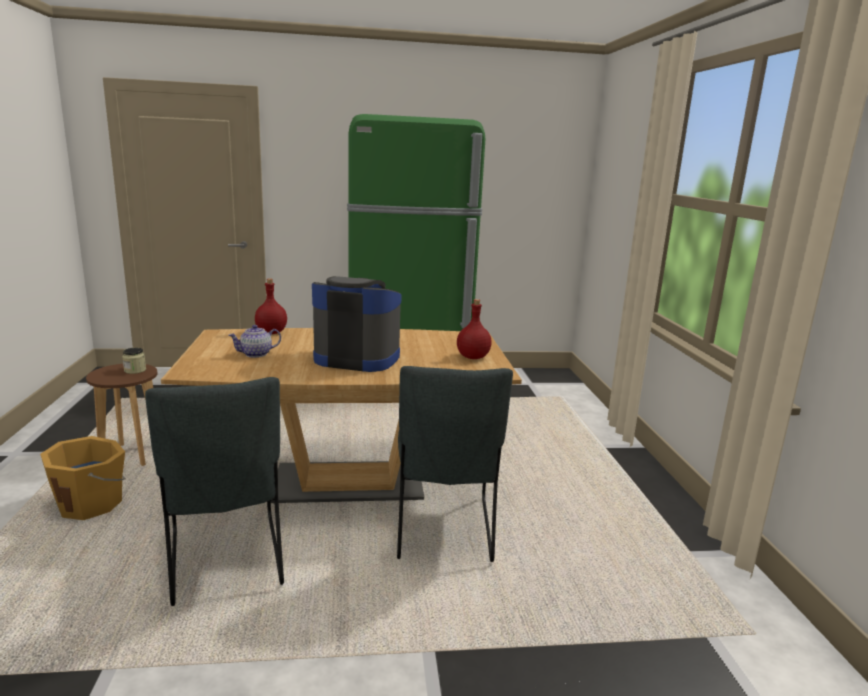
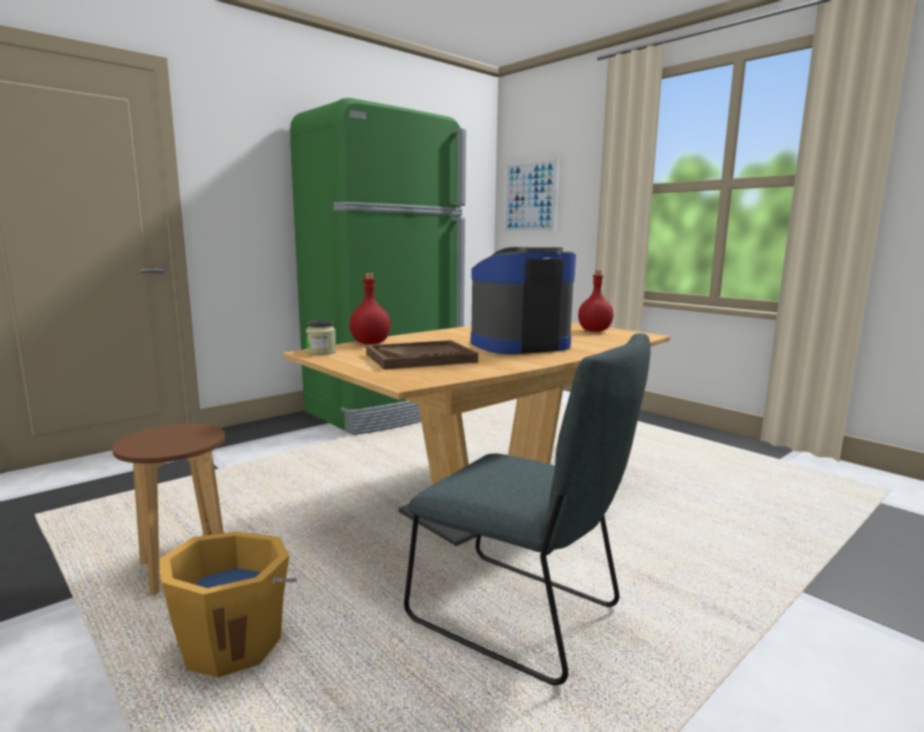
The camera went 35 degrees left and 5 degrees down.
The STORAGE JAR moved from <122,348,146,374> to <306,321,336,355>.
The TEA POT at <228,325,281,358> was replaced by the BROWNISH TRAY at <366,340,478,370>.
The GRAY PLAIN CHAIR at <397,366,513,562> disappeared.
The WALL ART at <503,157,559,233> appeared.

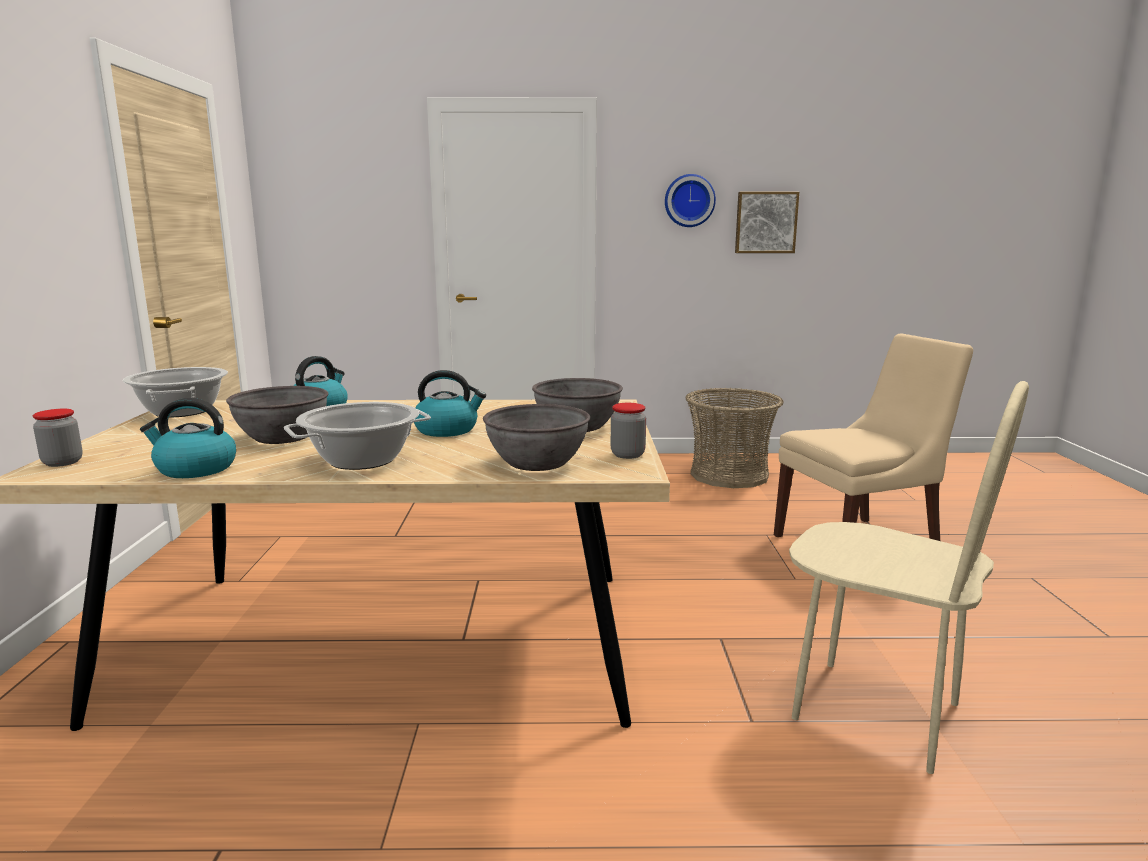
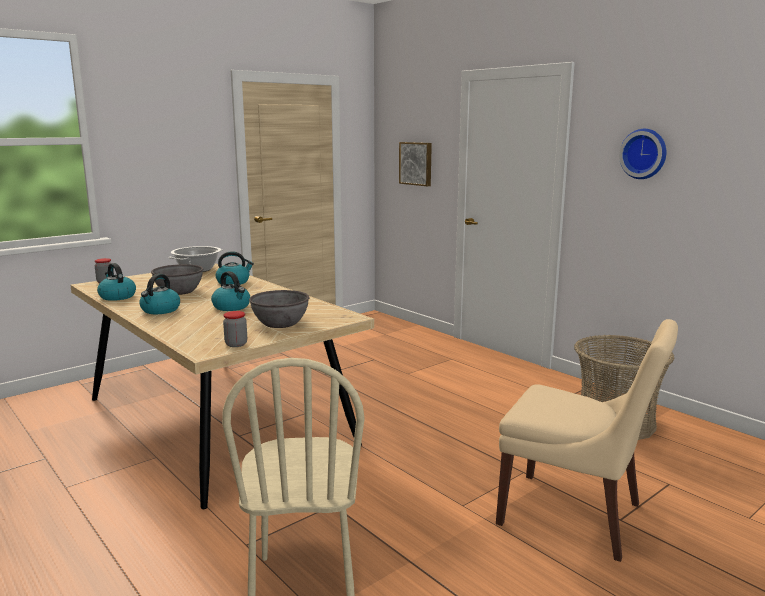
The camera went 50 degrees right and 0 degrees up.
The SAUCEPOT at <284,402,431,470> was replaced by the WATER KETTLE at <140,274,180,314>.
The GRAY SERVING BOWL at <483,404,590,471> disappeared.
The WALL ART moved from <735,192,799,253> to <399,142,432,186>.

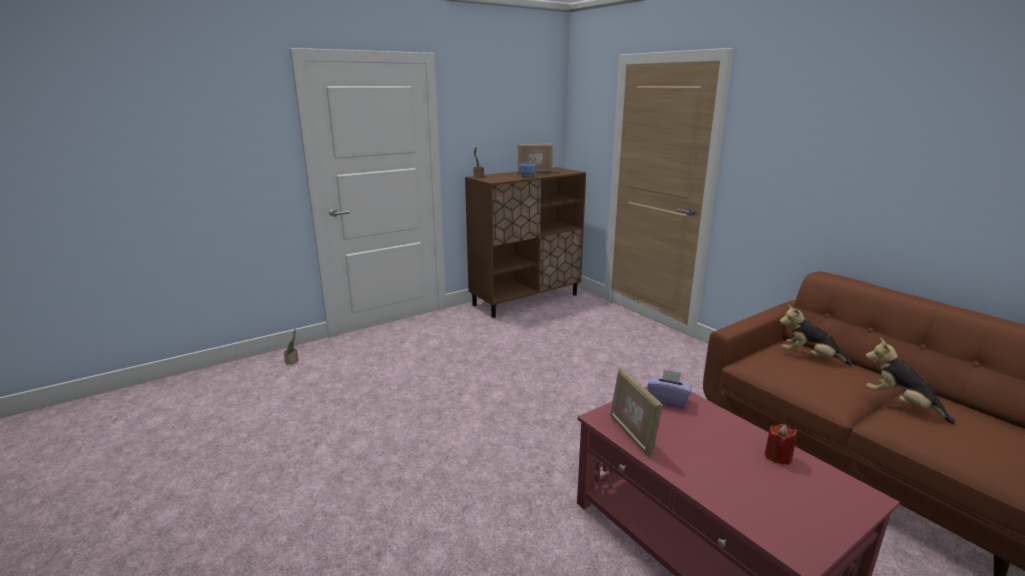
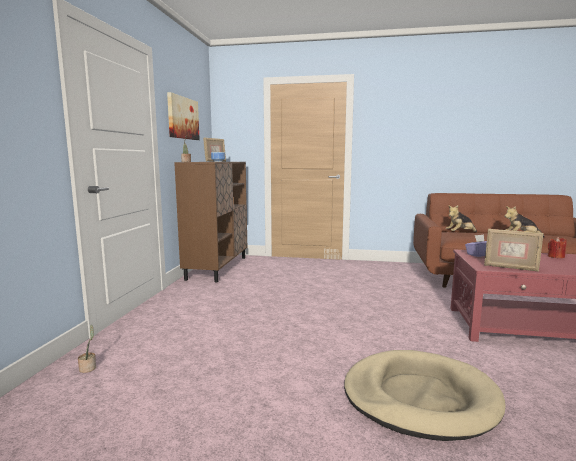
The camera went 45 degrees left and 10 degrees down.
The WALL ART at <167,92,200,140> appeared.
The BEIGE PET BED at <344,350,506,441> appeared.

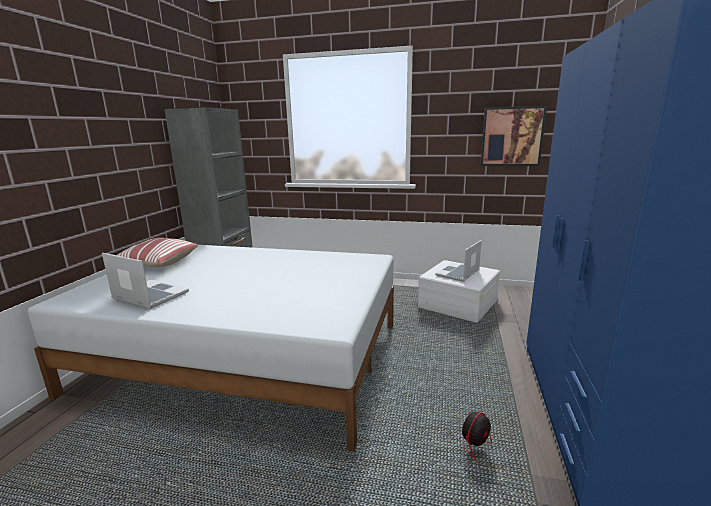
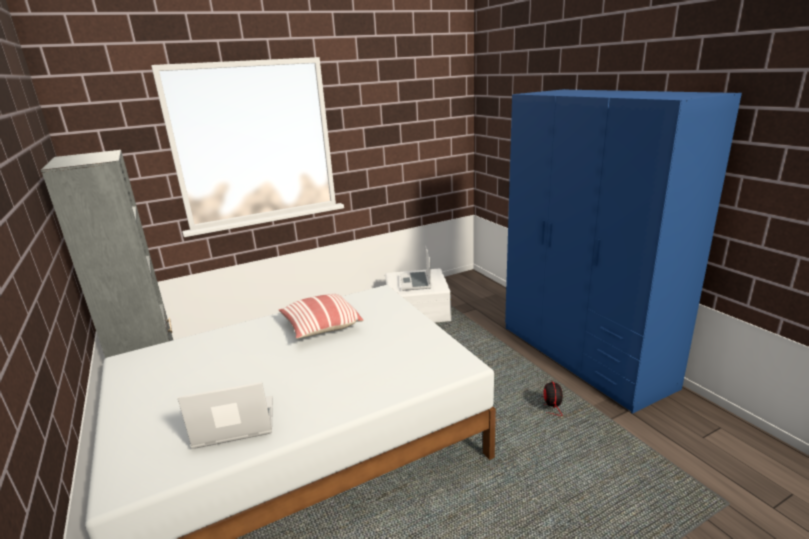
The camera went 40 degrees left and 5 degrees up.
The THROW PILLOW moved from <117,238,198,267> to <279,294,363,339>.
The WALL ART at <480,106,547,166> disappeared.

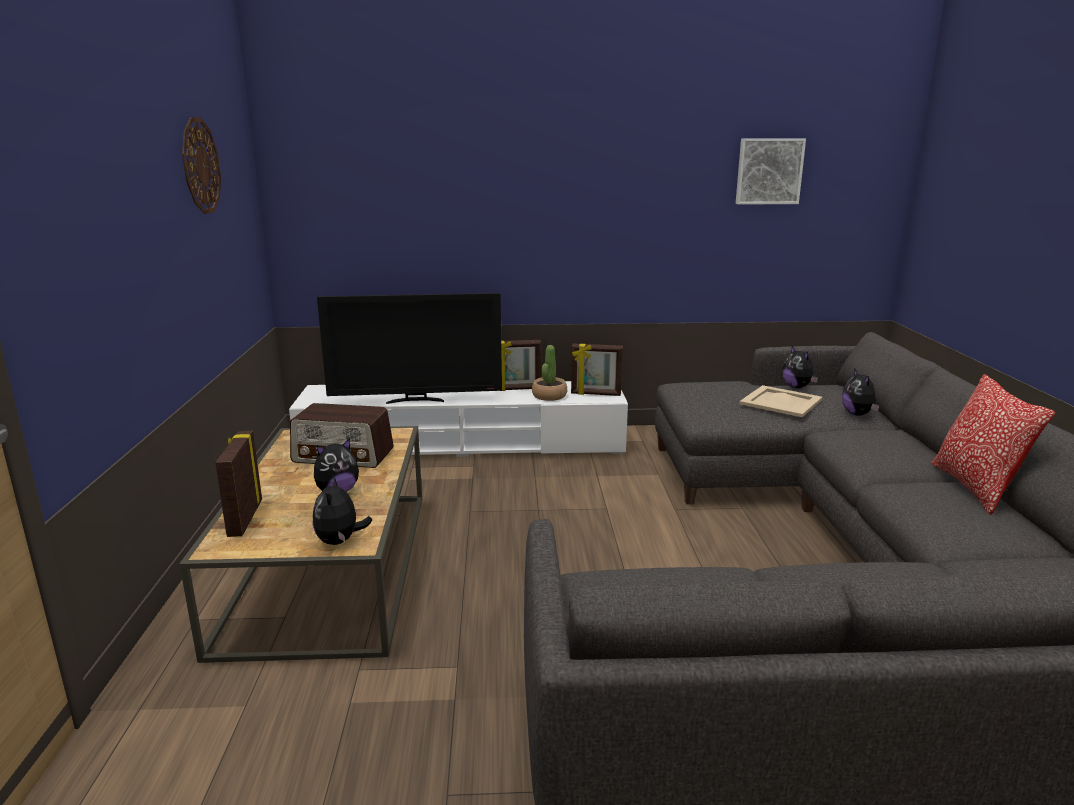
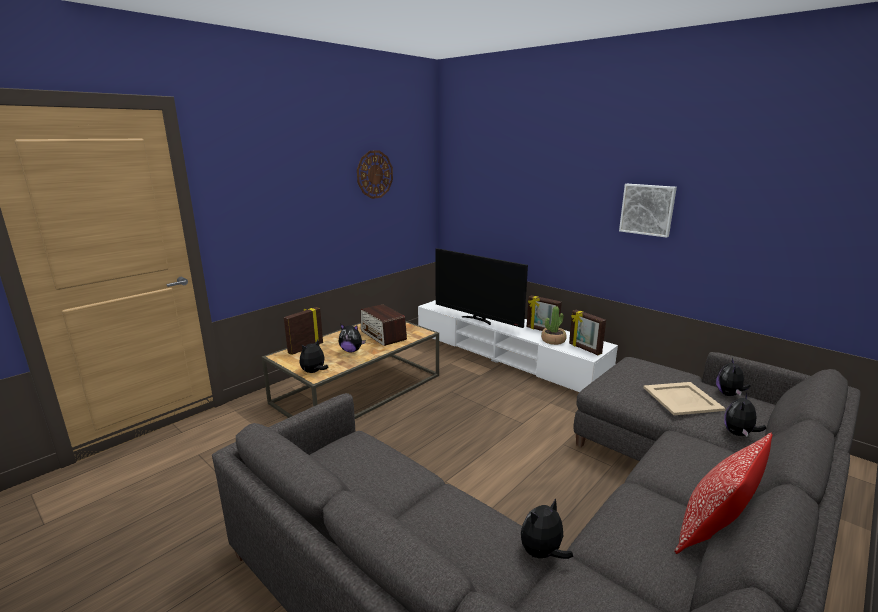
The camera went 45 degrees right and 0 degrees up.
The WALL ART moved from <736,139,806,204> to <619,184,677,238>.
The SOFT TOY at <521,498,573,561> appeared.

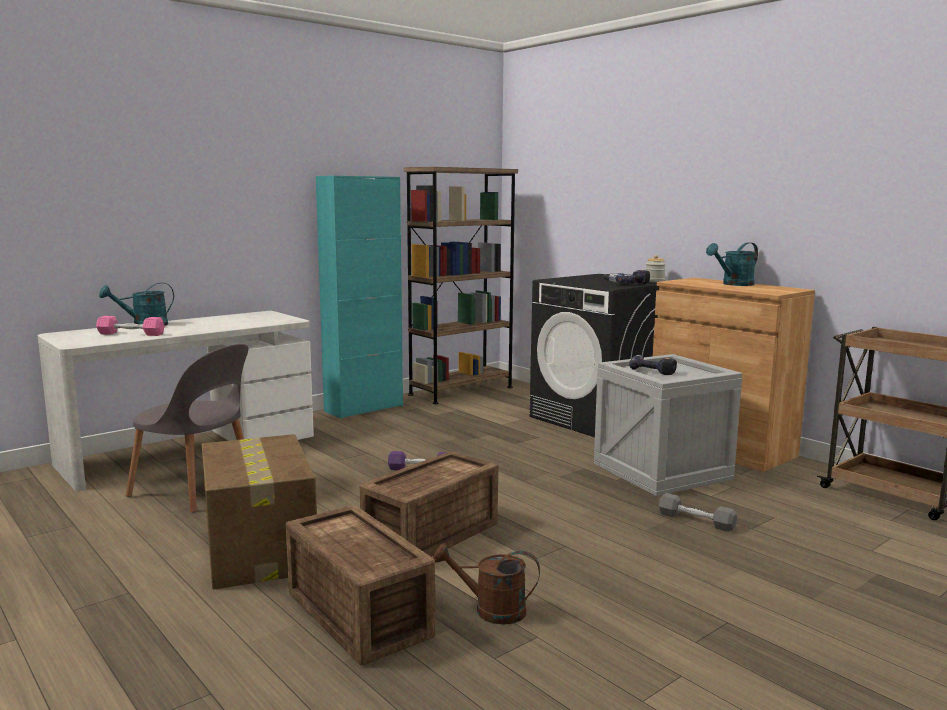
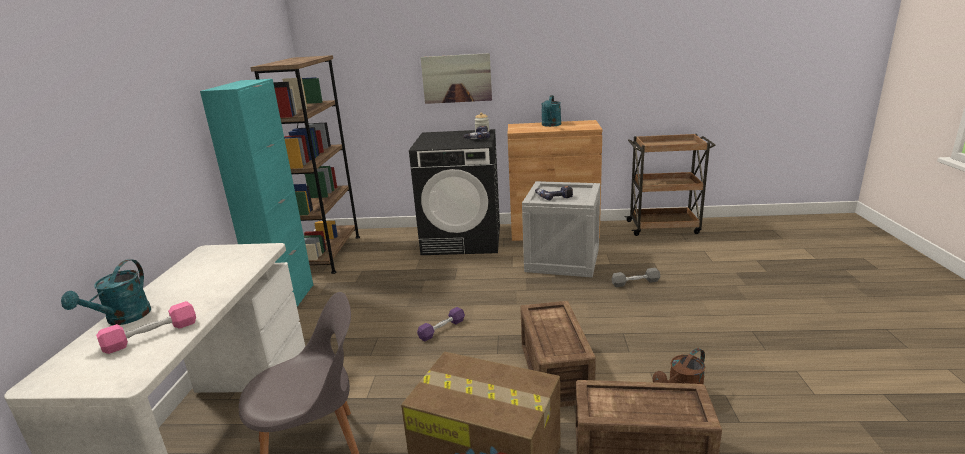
The camera went 45 degrees left and 10 degrees up.
The WALL ART at <421,53,492,104> appeared.

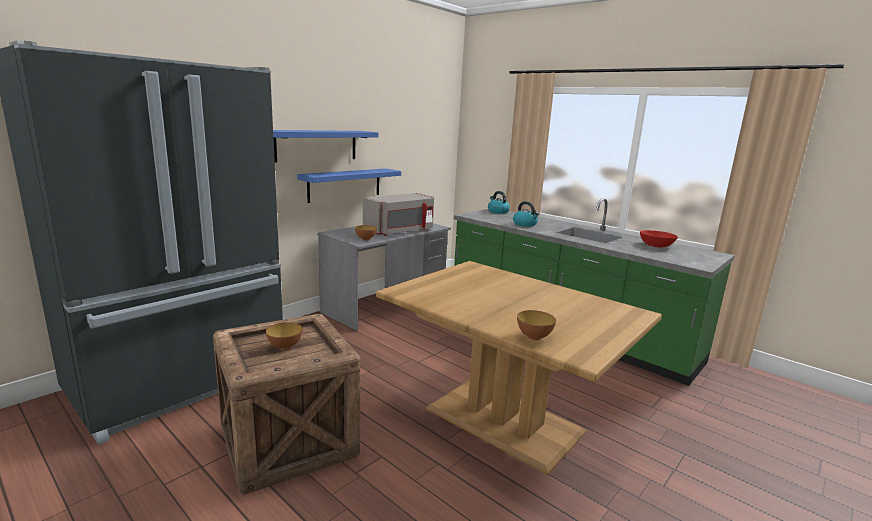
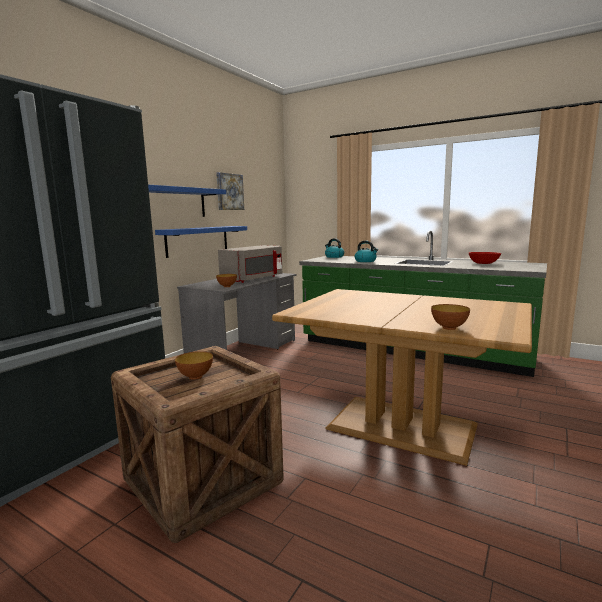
The camera went 10 degrees left and 5 degrees down.
The WALL ART at <216,172,244,210> appeared.

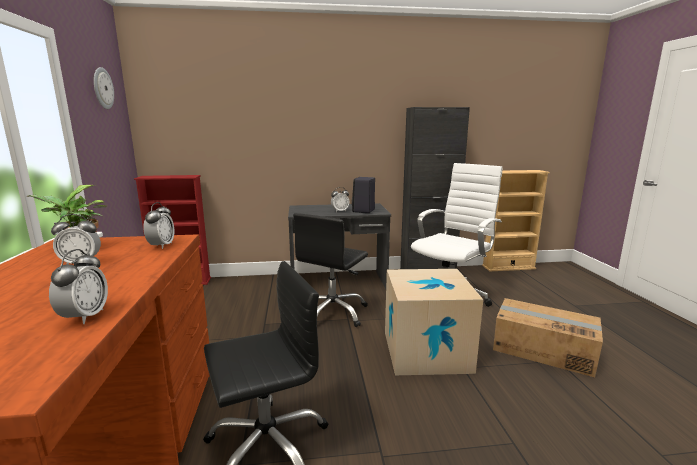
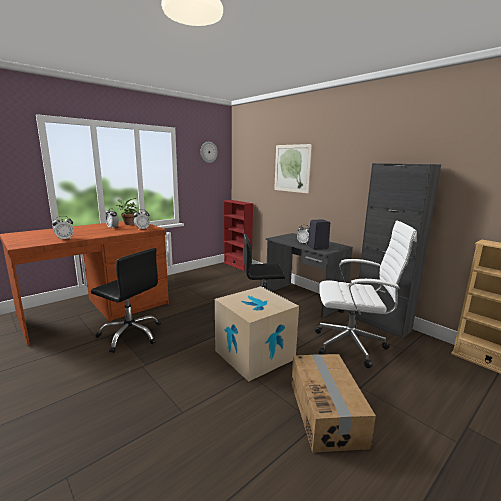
The camera went 55 degrees right and 0 degrees up.
The WALL ART at <274,144,312,193> appeared.

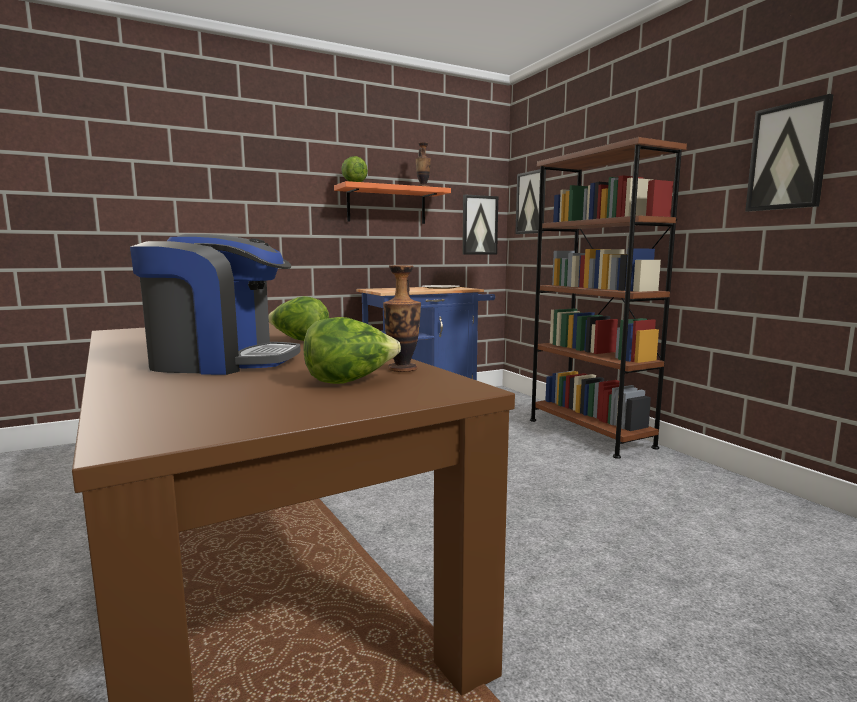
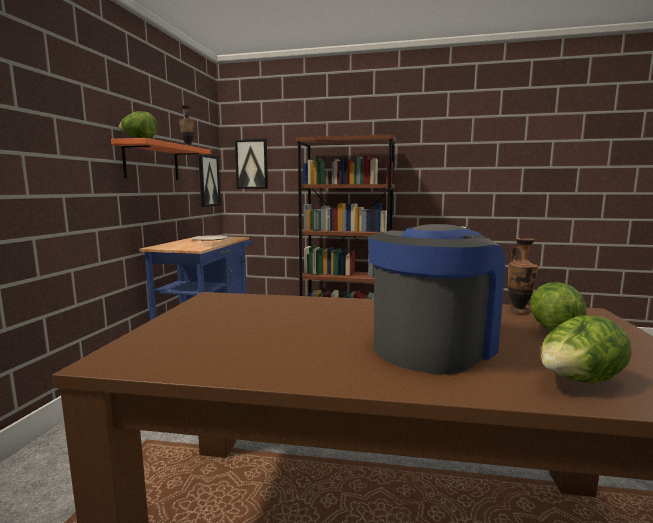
The camera went 50 degrees left and 0 degrees up.
The HEAD OF LETTUCE moved from <268,296,329,341> to <541,315,632,384>.
The WALL ART at <745,94,834,212> disappeared.

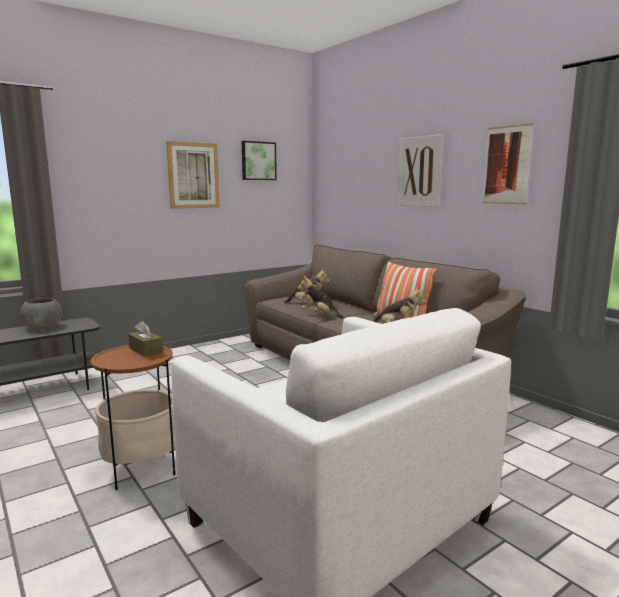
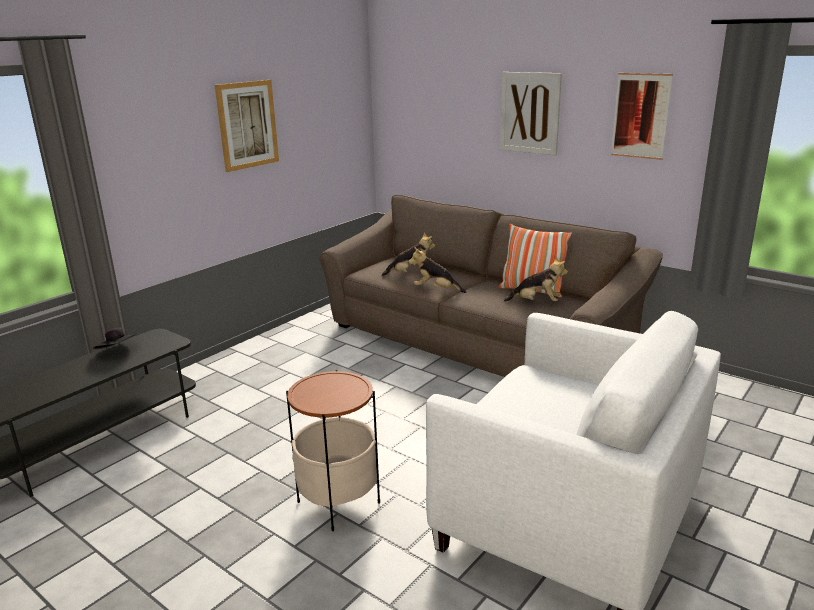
The camera went 15 degrees left and 10 degrees up.
The GRAY SERVING BOWL at <20,298,63,330> was replaced by the BLACK WEARABLE HAT at <93,327,138,349>.
The BROWNISH TISSUE BOX at <128,321,163,357> disappeared.
The WALL ART at <242,141,277,180> disappeared.

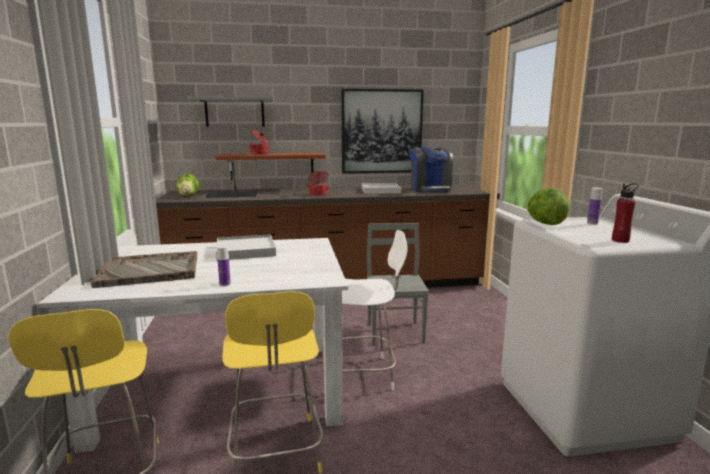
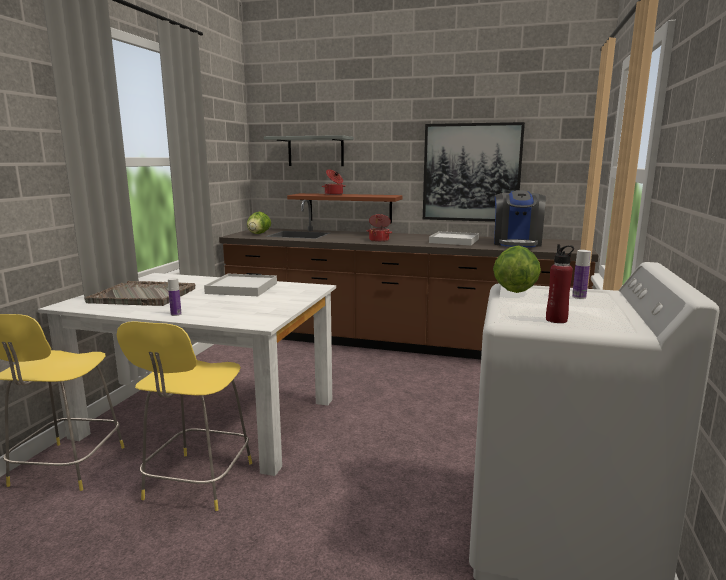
The camera went 25 degrees right and 0 degrees up.
The WHITE SITTING STOOL at <322,230,408,390> disappeared.
The GRAY PLAIN CHAIR at <367,223,429,345> disappeared.

